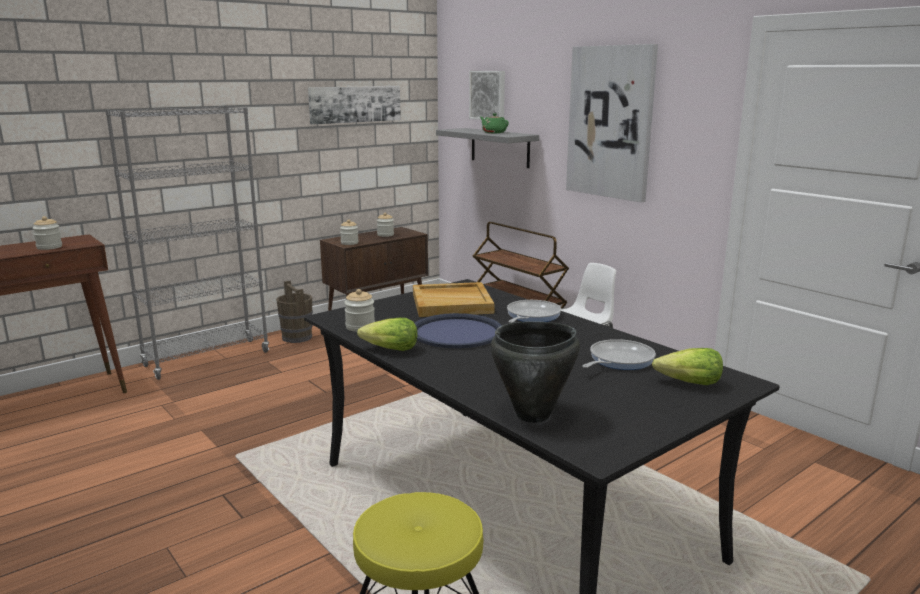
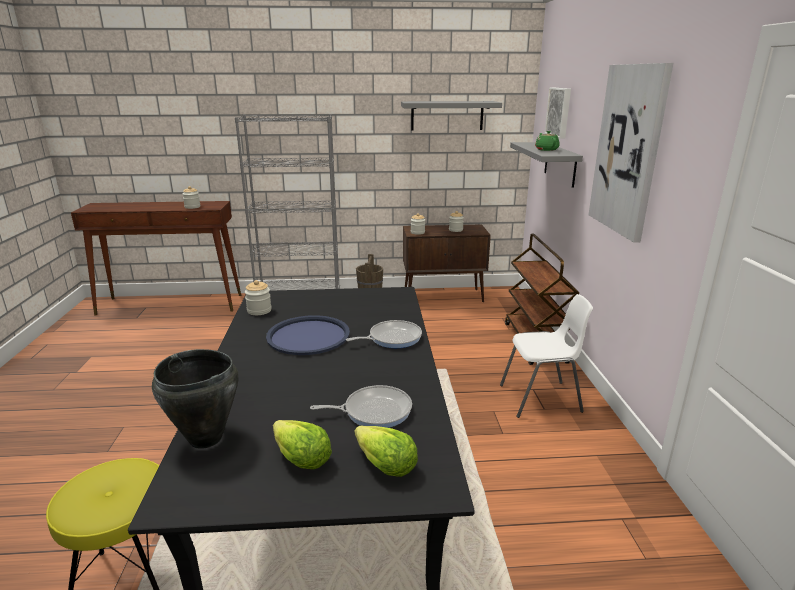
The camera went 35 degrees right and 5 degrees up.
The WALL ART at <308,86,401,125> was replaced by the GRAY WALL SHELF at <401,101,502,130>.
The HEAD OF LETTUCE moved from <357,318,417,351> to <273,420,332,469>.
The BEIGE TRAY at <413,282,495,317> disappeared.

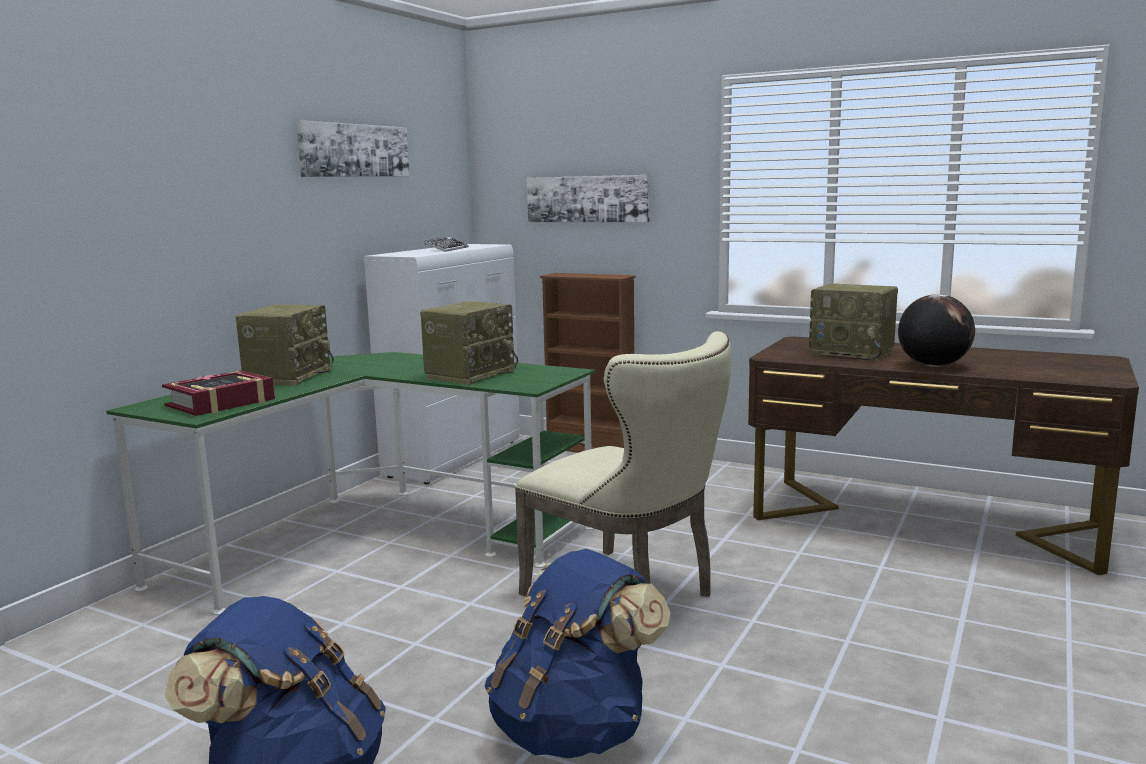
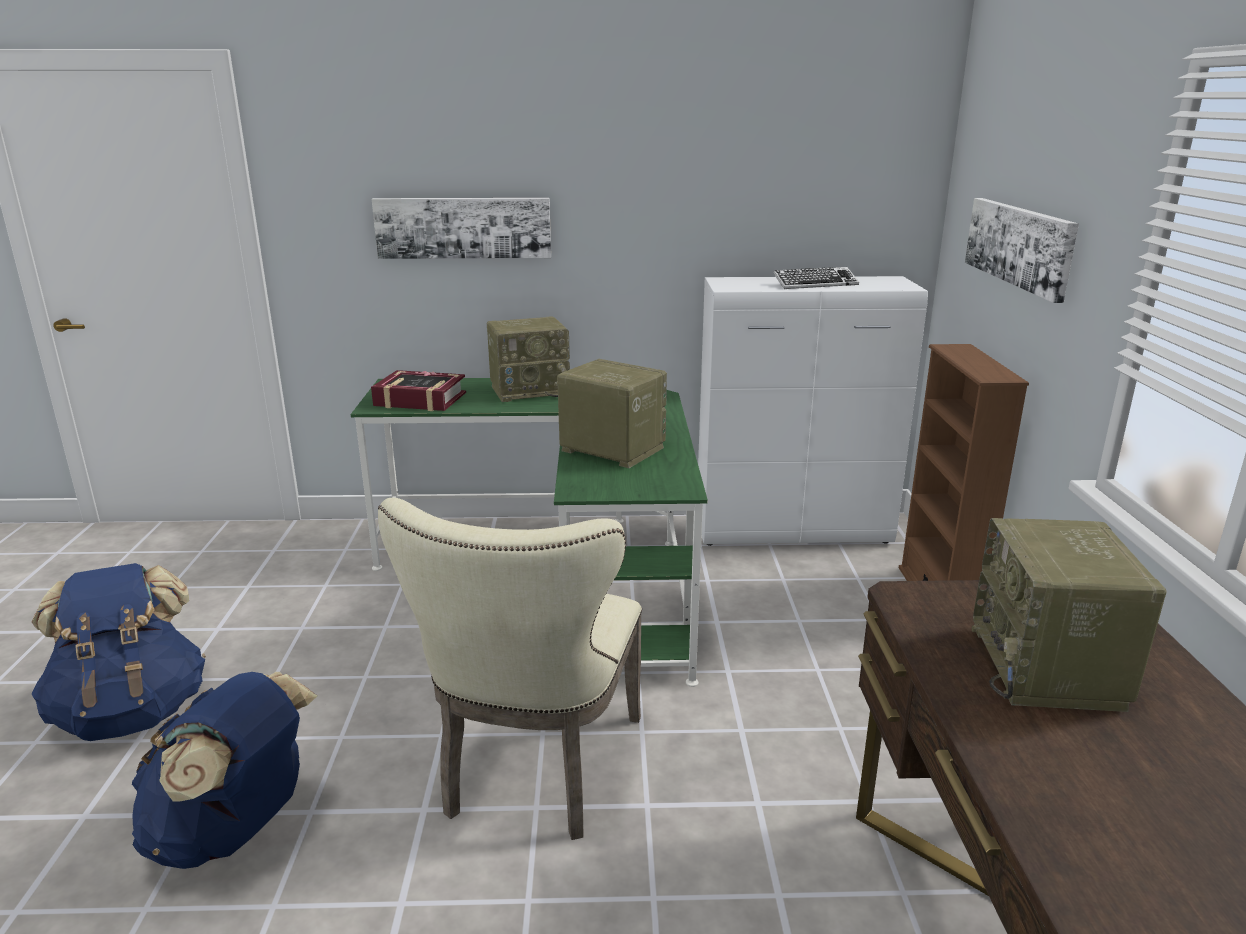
The camera went 60 degrees right and 10 degrees up.
The WALL ART moved from <296,120,409,177> to <372,198,551,259>.
The RADIO RECEIVER at <420,301,518,385> turned 150 degrees counterclockwise.
The WORLD GLOBE at <898,294,975,367> disappeared.

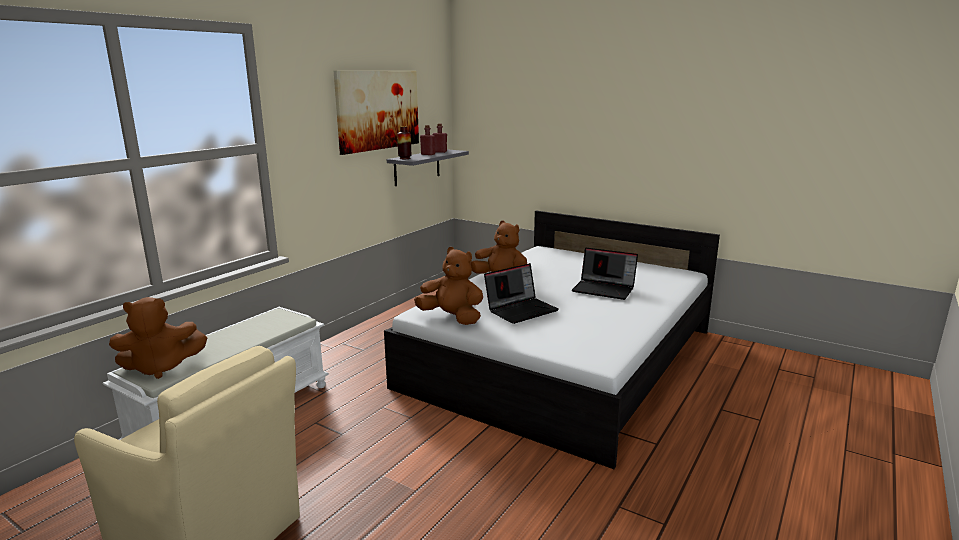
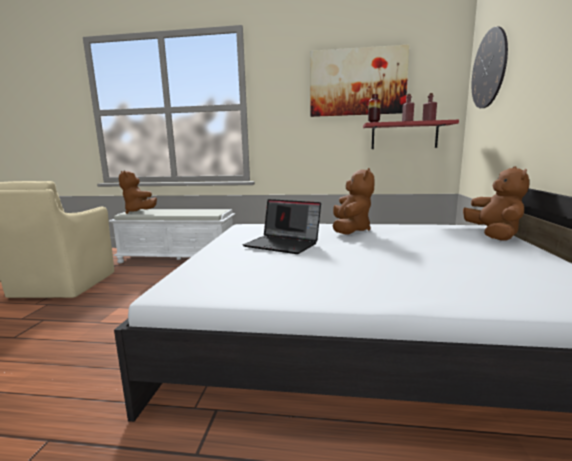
The camera went 65 degrees right and 5 degrees down.
The GRAY WALL SHELF at <387,149,469,186> became the REDDISH WALL SHELF at <363,120,459,149>.
The BROWNISH SOFT TOY moved from <414,247,483,325> to <463,166,529,240>.
The PORTABLE COMPUTER at <572,248,638,300> disappeared.
The CLOCK ON THE WALL at <472,27,508,108> appeared.

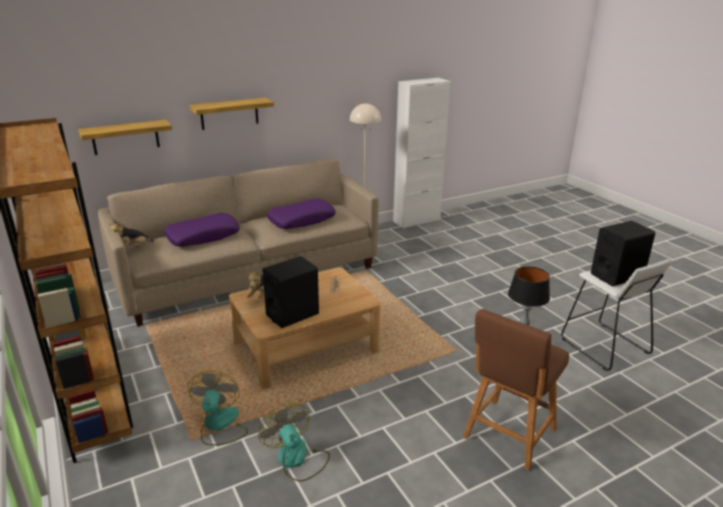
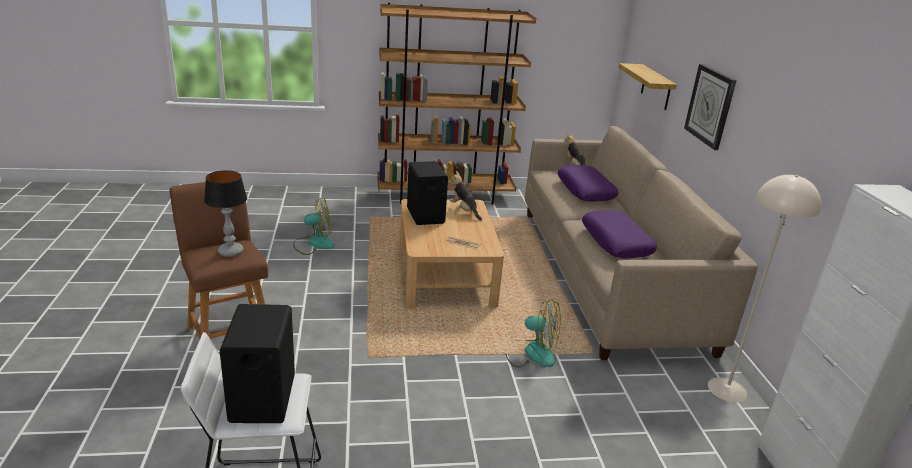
The camera went 110 degrees right and 0 degrees up.
The ELECTRIC FAN moved from <187,371,248,446> to <506,299,561,367>.
The WALL SHELF at <190,98,274,130> was replaced by the CLOCK ON THE WALL at <684,64,737,150>.

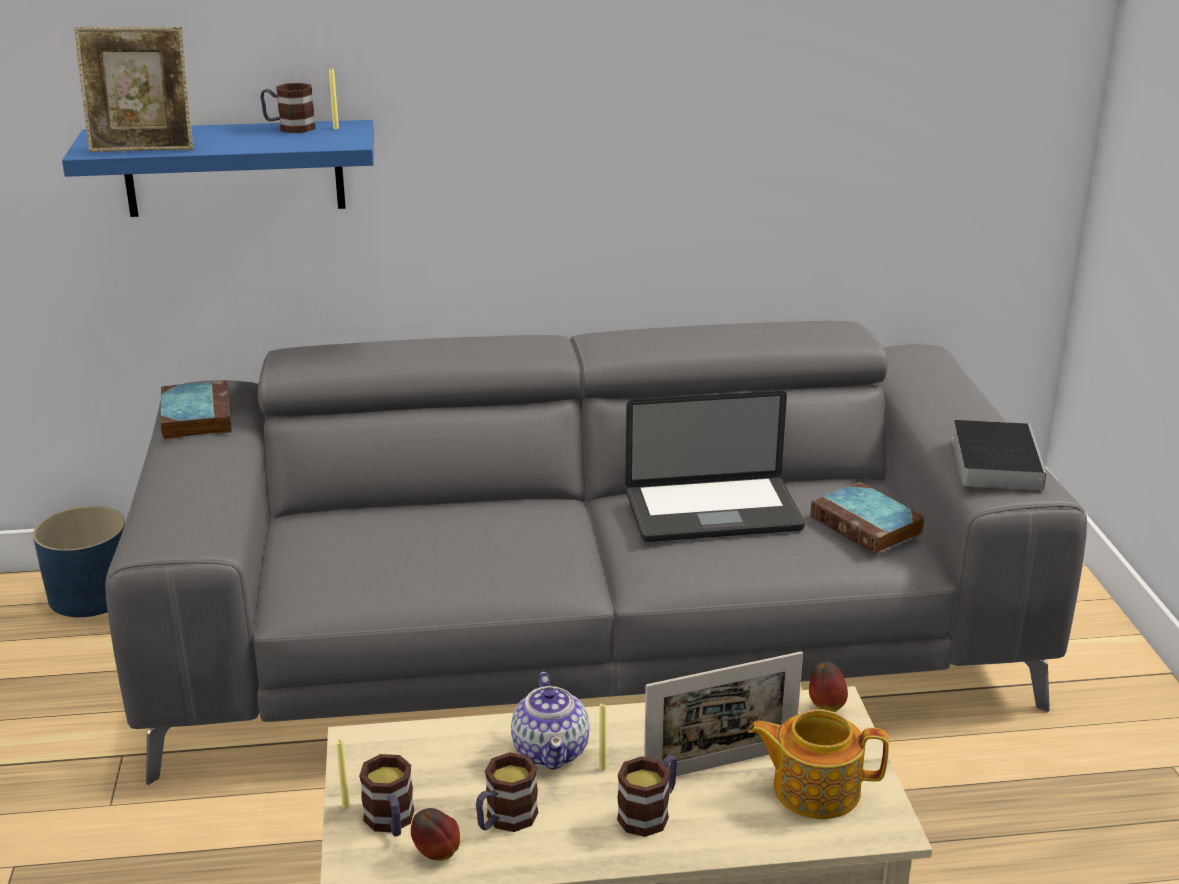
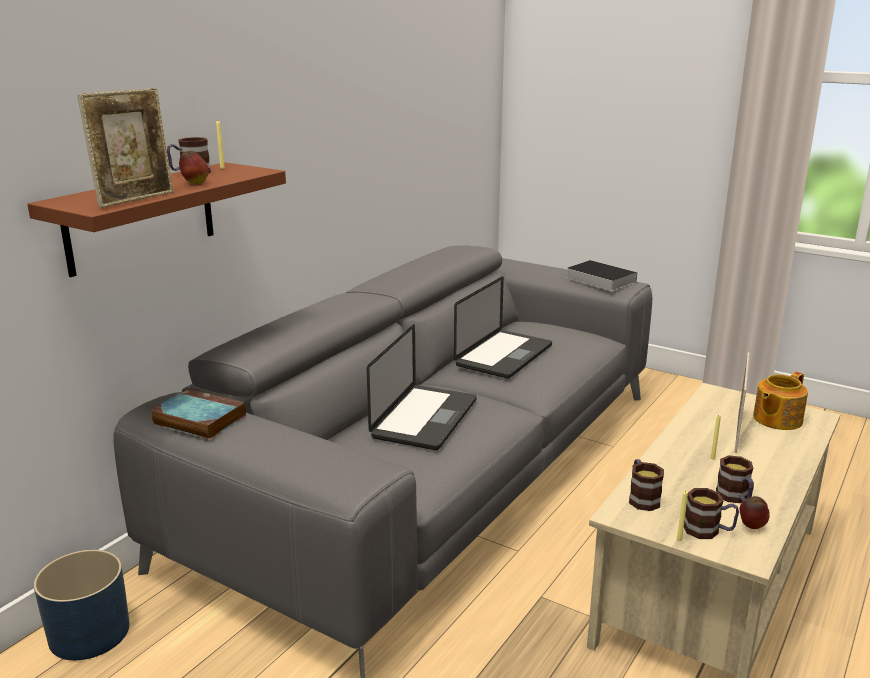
The camera went 50 degrees left and 5 degrees down.
The BLUE-COLOURED WALL SHELF at <62,120,374,217> became the BROWNISH WALL SHELF at <27,162,286,277>.
The TEA POT at <511,672,590,770> disappeared.
The COFFEE MUG moved from <617,755,677,837> to <629,459,664,511>.
The WHOLE APPLE moved from <809,662,848,712> to <179,151,209,184>.
The BOOK at <811,482,925,555> disappeared.
The PORTABLE COMPUTER at <367,324,477,450> appeared.

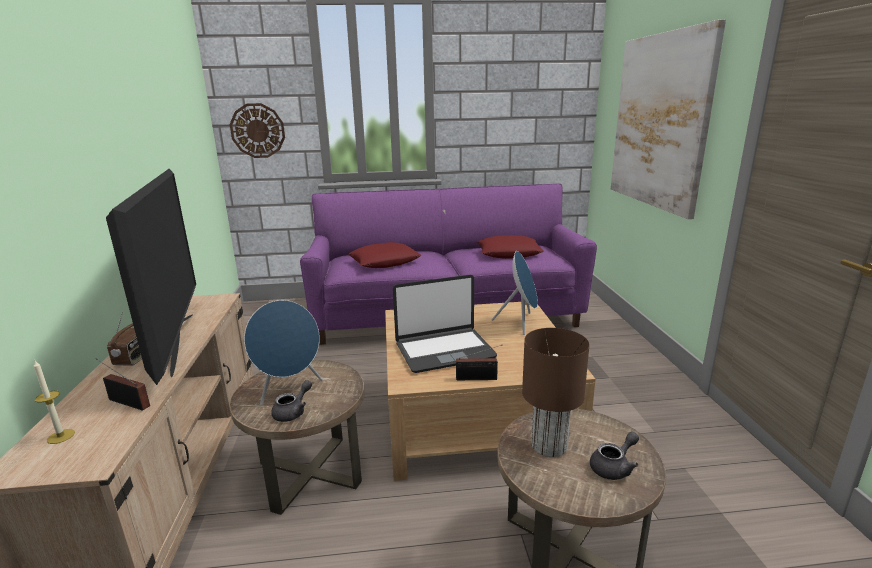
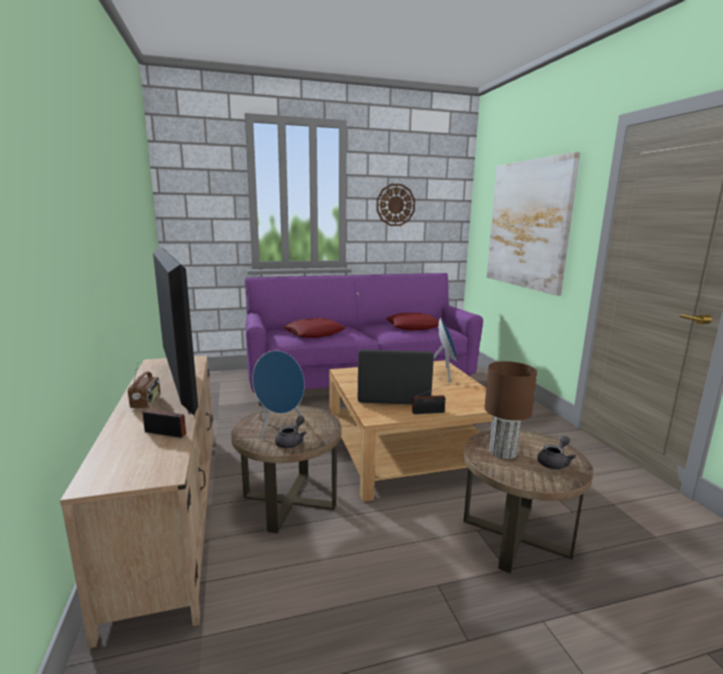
The camera went 10 degrees left and 5 degrees down.
The CANDLE at <34,361,75,444> disappeared.
The CLOCK ON THE WALL moved from <230,103,285,158> to <376,184,415,226>.
The PORTABLE COMPUTER at <393,274,497,373> turned 150 degrees counterclockwise.

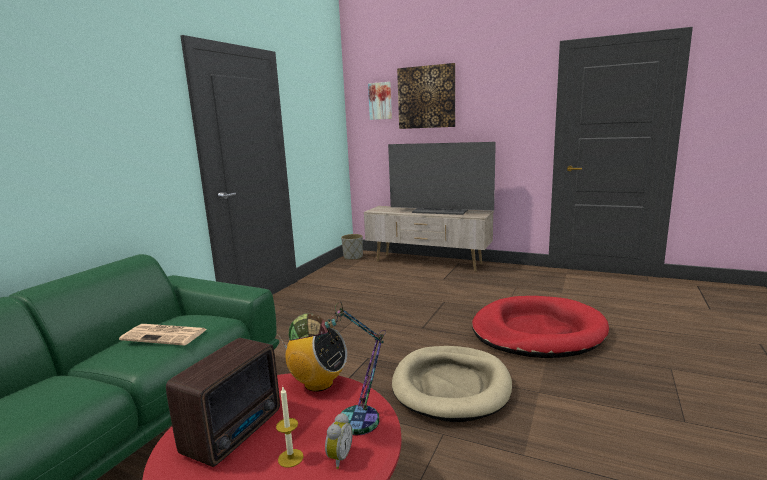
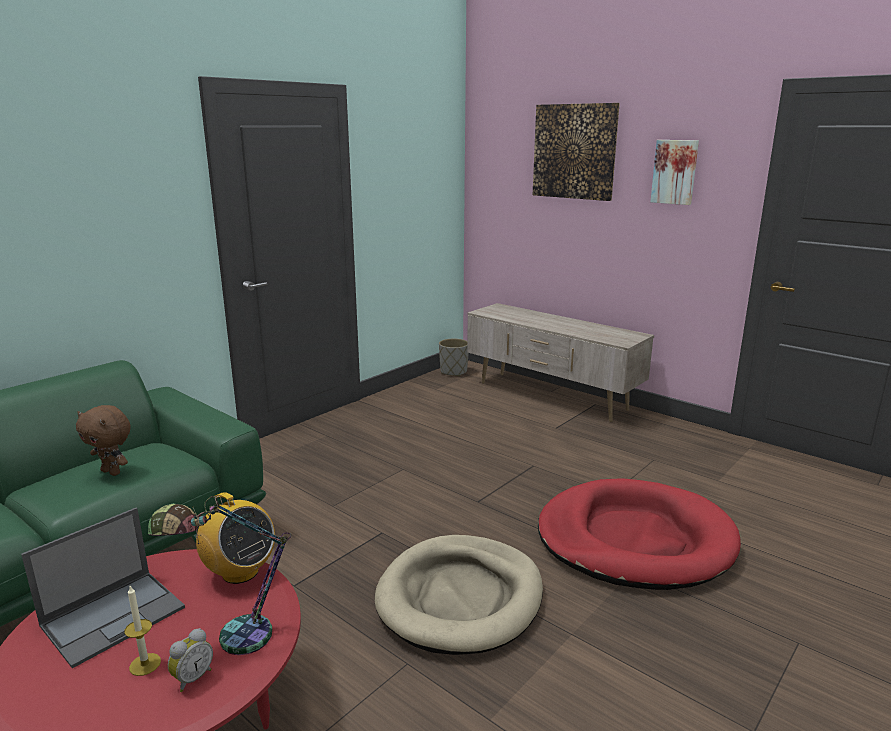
The camera went 15 degrees right and 5 degrees up.
The PRINTED PAPER at <119,324,207,346> was replaced by the BROWNISH SOFT TOY at <76,405,131,476>.
The RADIO RECEIVER at <166,338,280,467> was replaced by the PORTABLE COMPUTER at <21,507,185,668>.
The WALL ART moved from <368,82,392,120> to <651,140,699,205>.
The TV at <388,142,496,215> disappeared.

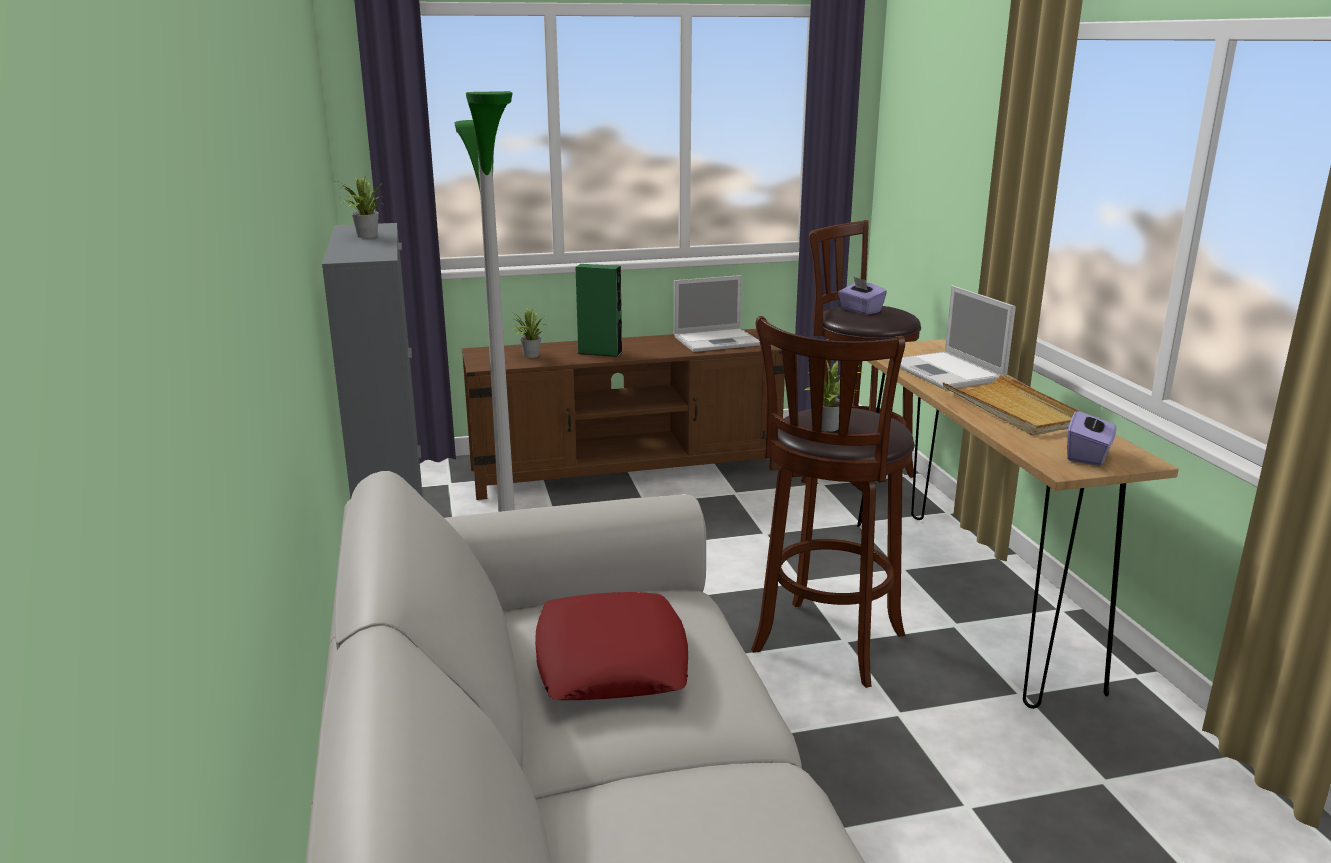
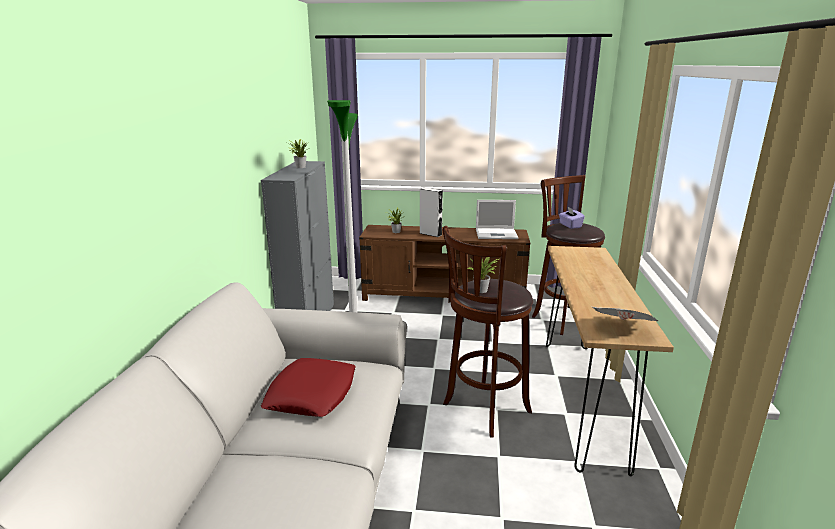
The camera went 20 degrees right and 0 degrees up.
The GREENISH SPEAKER at <576,264,622,357> became the GRAY SPEAKER at <419,187,443,237>.
The PORTABLE COMPUTER at <888,285,1016,390> disappeared.
The BEIGE TRAY at <942,374,1081,436> disappeared.
The PURPLE-COLOURED TISSUE BOX at <1067,407,1117,466> was replaced by the PRINTED PAPER at <592,307,658,321>.

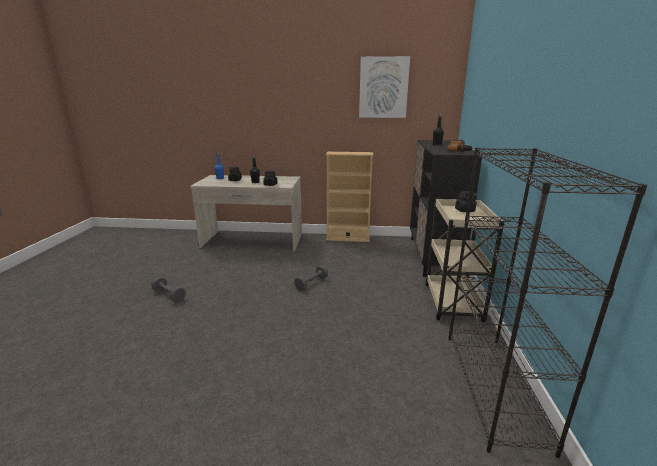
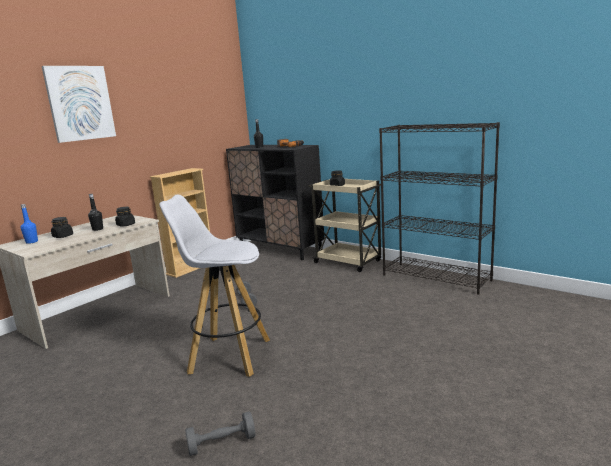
The camera went 55 degrees left and 5 degrees down.
The GRAY HAND WEIGHT moved from <152,277,186,302> to <185,411,255,456>.
The WALL ART moved from <359,56,410,118> to <42,66,116,143>.
The WHITE SITTING STOOL at <159,194,270,377> appeared.

